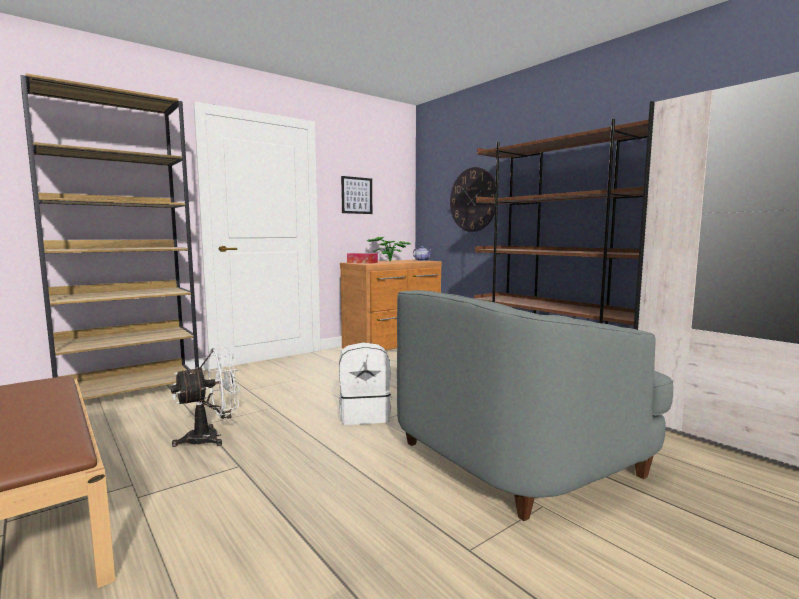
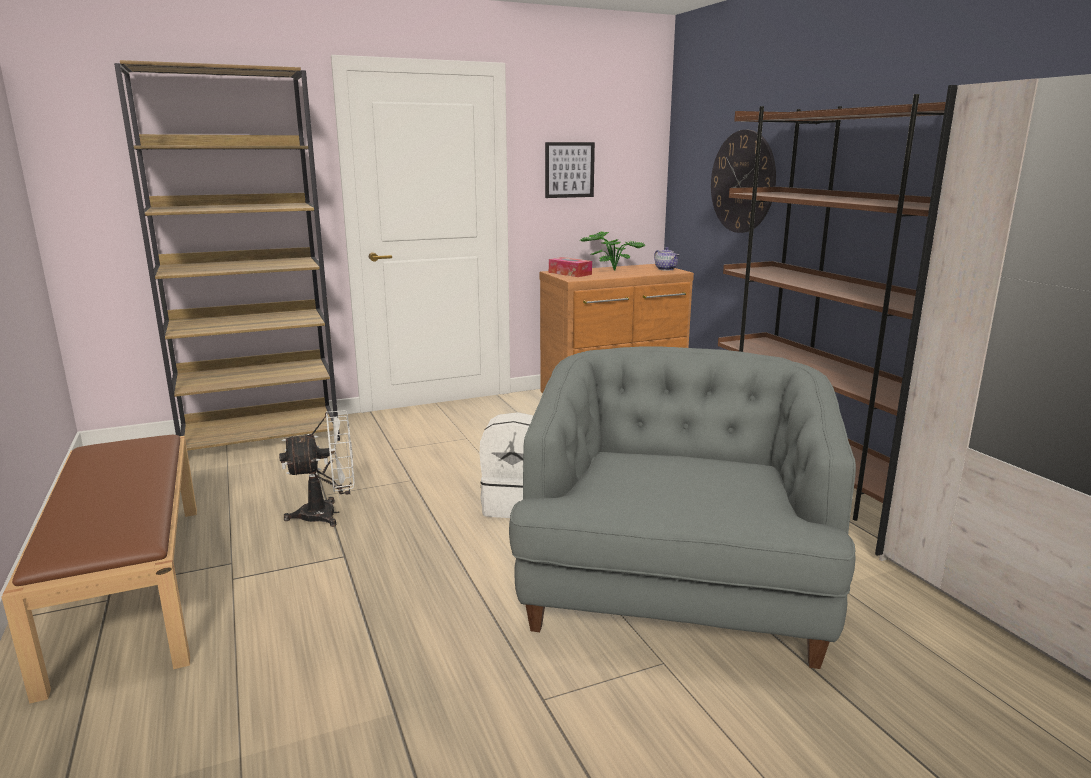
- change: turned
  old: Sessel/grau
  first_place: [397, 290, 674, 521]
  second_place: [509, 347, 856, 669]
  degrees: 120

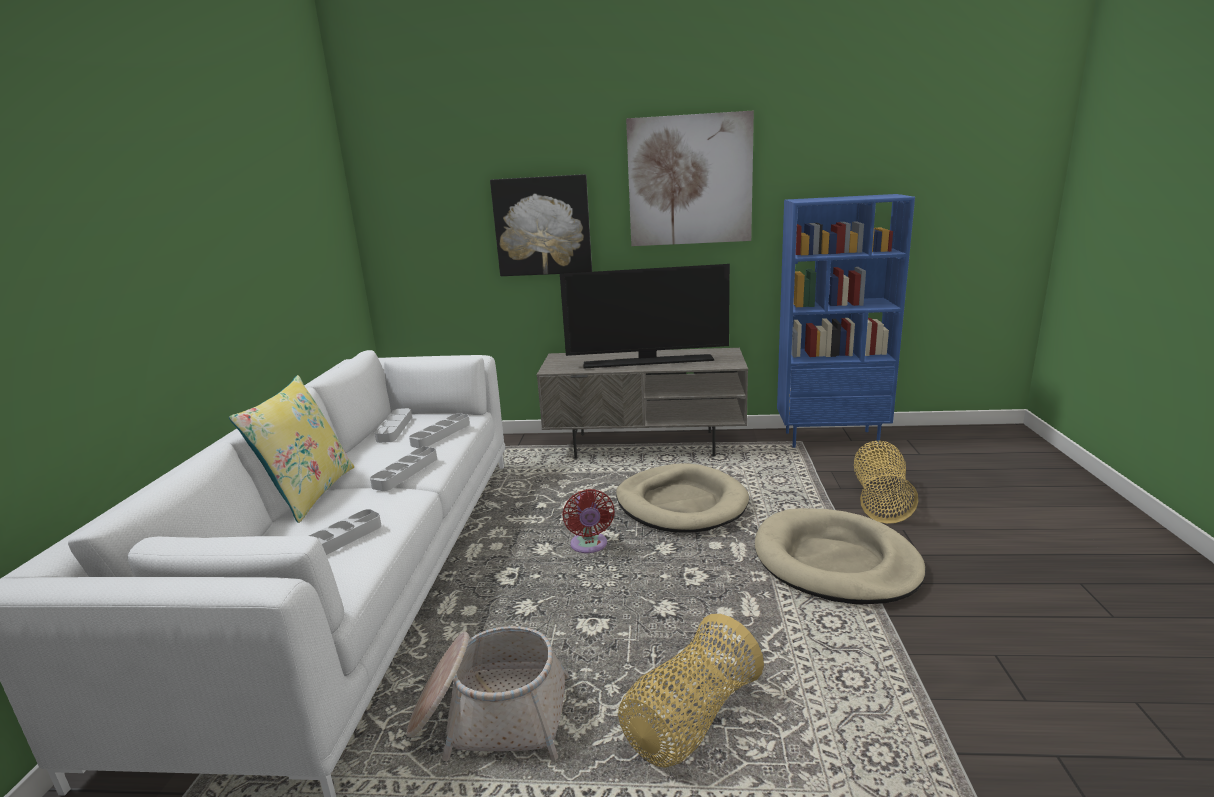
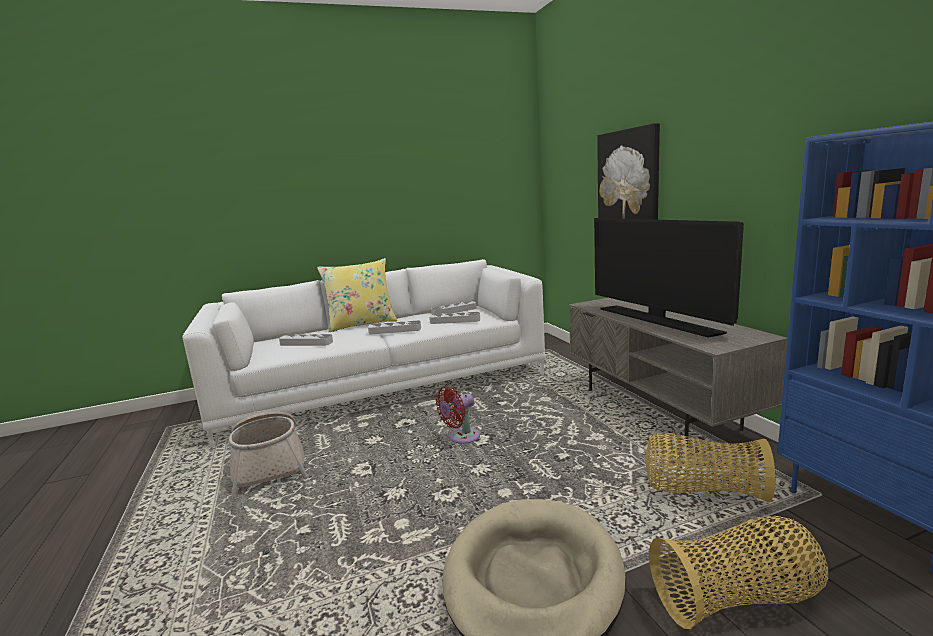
- change: removed
  old: Bild
  first_place: [626, 110, 754, 246]
- change: removed
  old: Hundebett/beige
  first_place: [616, 463, 749, 533]
- change: moved
  old: Korb
  first_place: [618, 614, 764, 768]
  second_place: [645, 433, 775, 502]

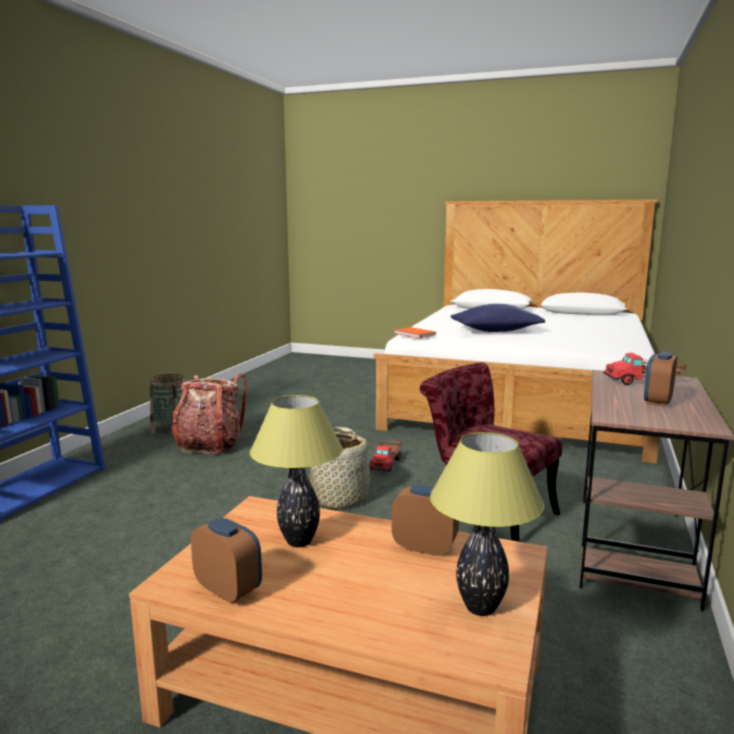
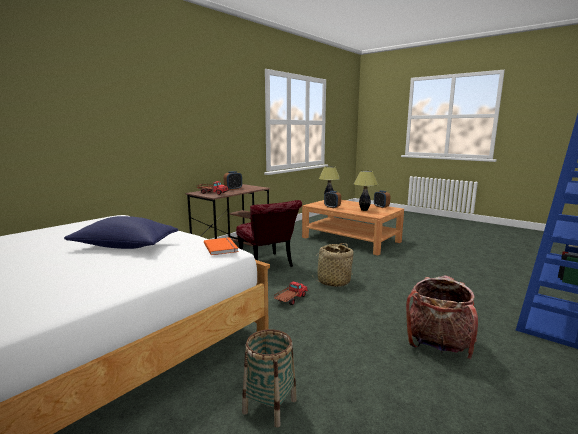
- change: moved
  old: Korb
  first_place: [150, 374, 185, 434]
  second_place: [242, 329, 297, 427]

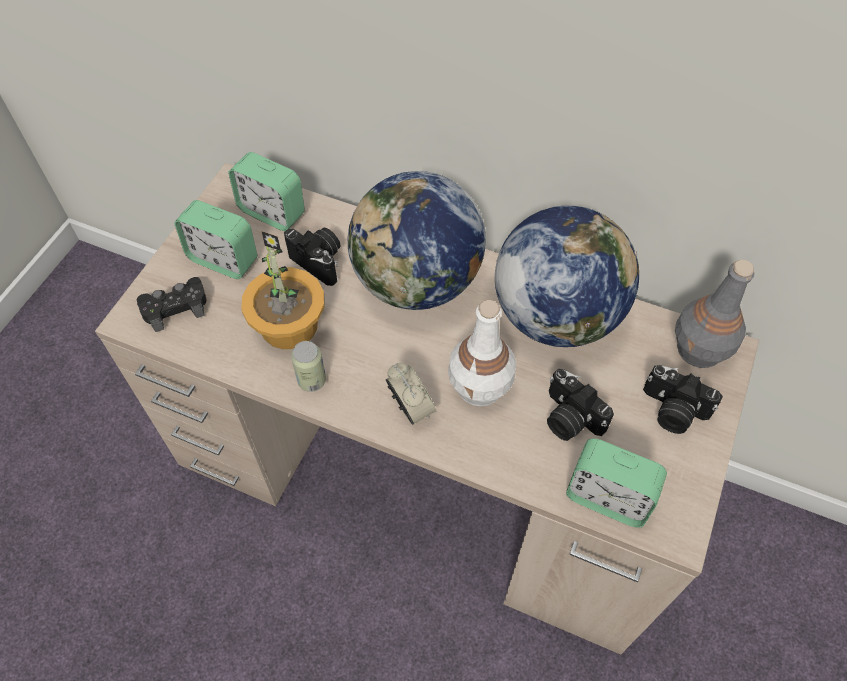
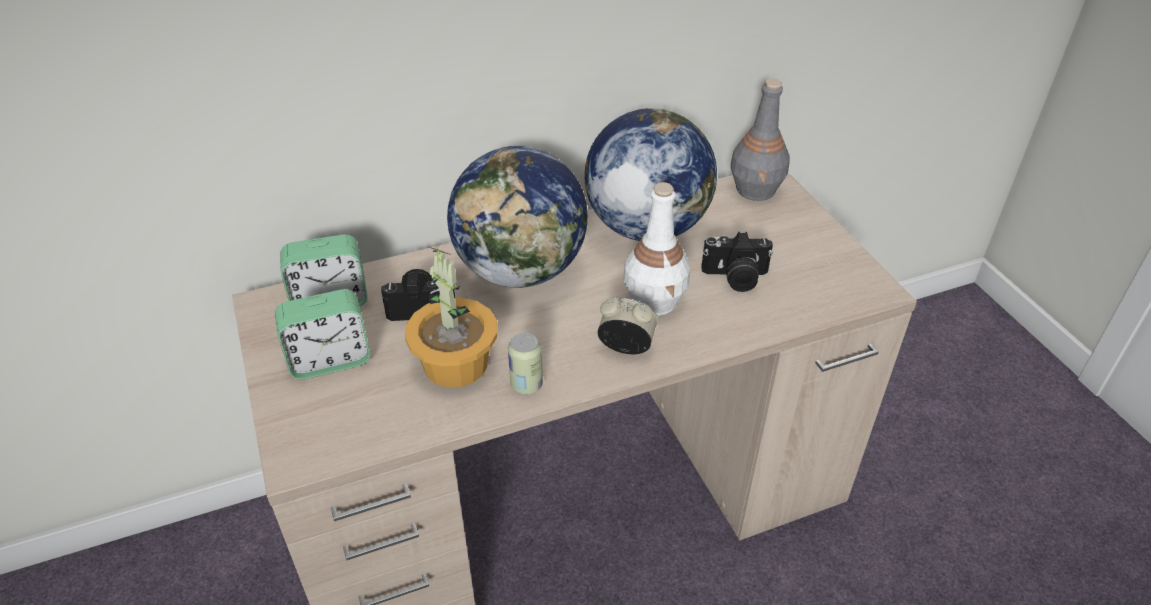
- change: removed
  old: Gamepad/schwarz
  first_place: [137, 277, 207, 332]
- change: removed
  old: Kamera
  first_place: [643, 365, 723, 434]
- change: removed
  old: Wecker
  first_place: [566, 438, 667, 528]

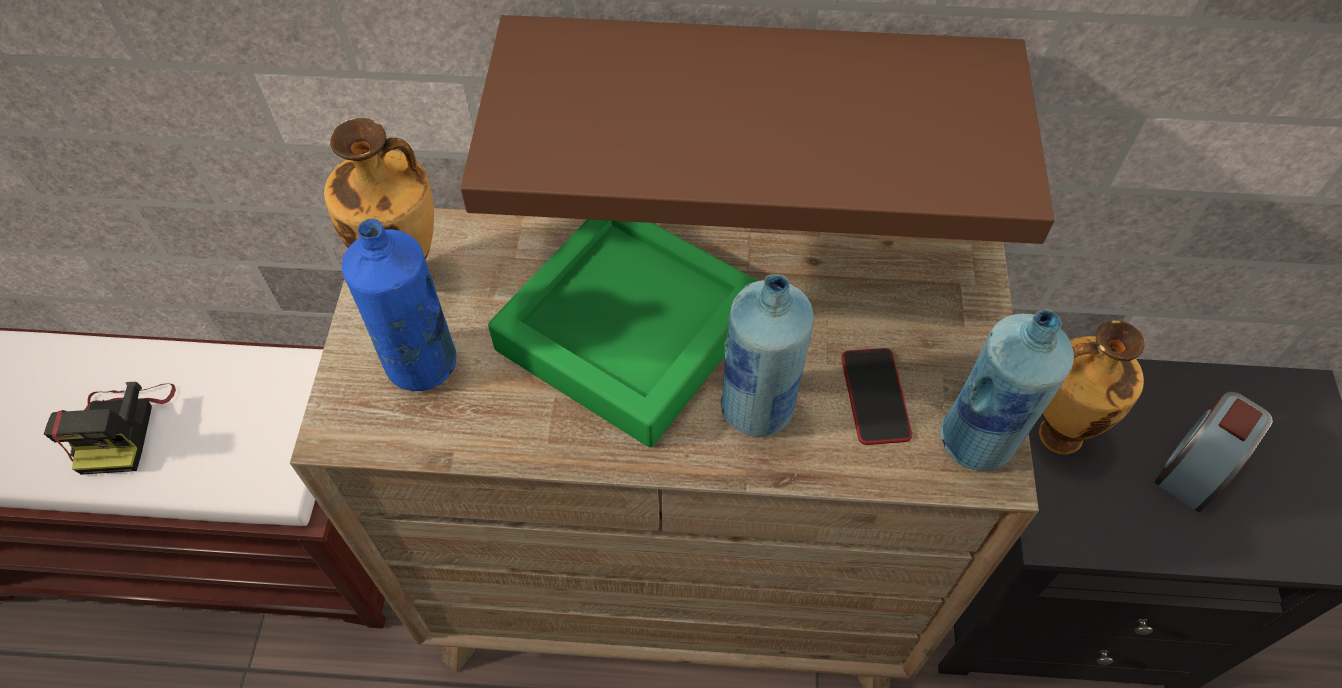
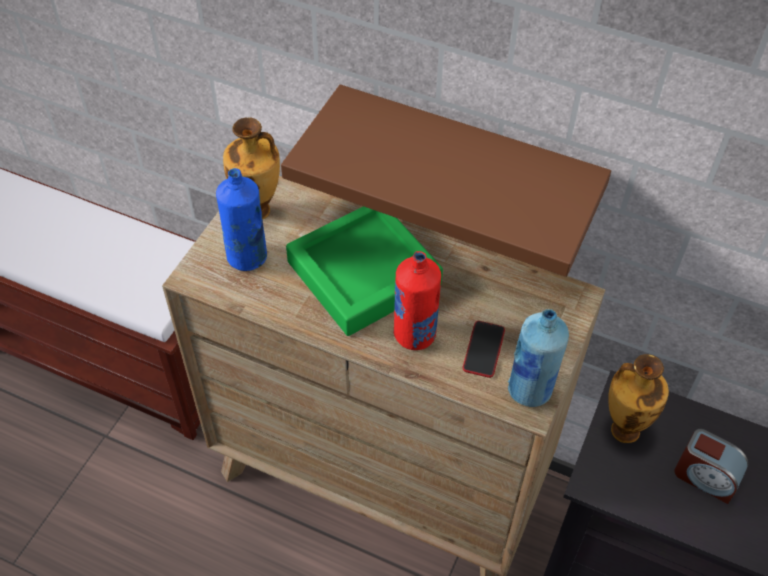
- change: recoloured
  old: Flasche/blau
  new: Flasche/rot
  first_place: [721, 274, 814, 437]
  second_place: [393, 251, 441, 350]
- change: removed
  old: Kamera
  first_place: [44, 382, 176, 475]
- change: turned
  old: Wecker
  first_place: [1155, 392, 1272, 512]
  second_place: [675, 429, 748, 504]
  degrees: -120

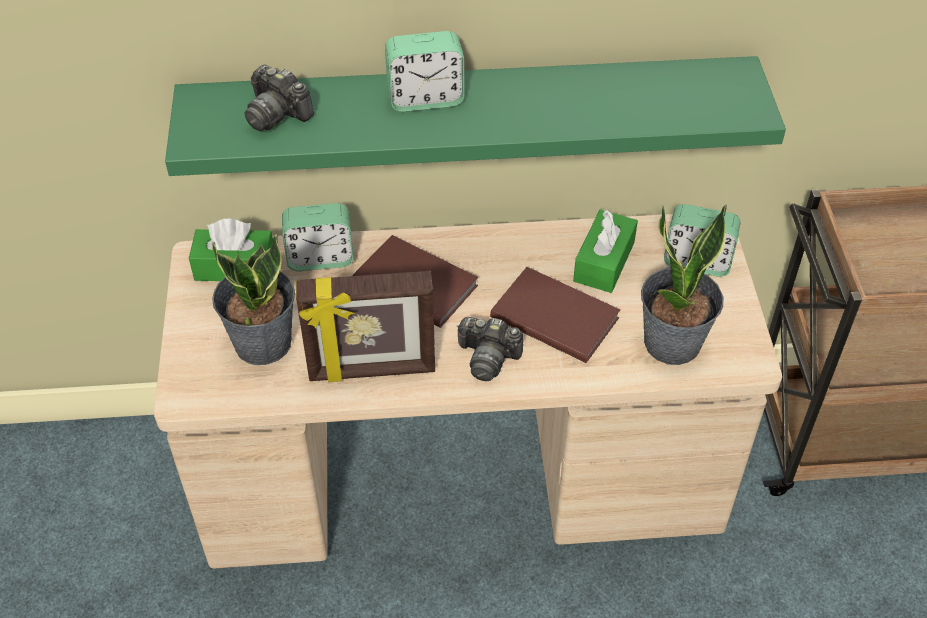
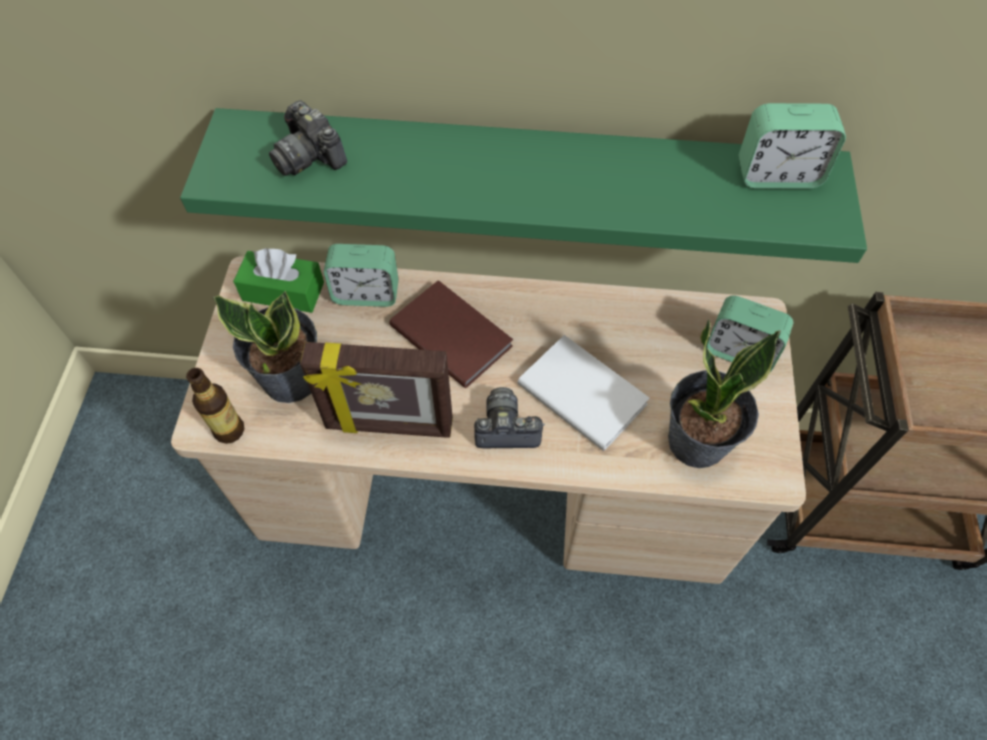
- change: moved
  old: Wecker
  first_place: [385, 31, 464, 112]
  second_place: [739, 103, 846, 189]
- change: removed
  old: Taschentuchbox/grün
  first_place: [573, 210, 638, 293]
- change: recoloured
  old: Buch/braun
  new: Buch/weiß
  first_place: [490, 267, 620, 363]
  second_place: [518, 335, 650, 451]
- change: turned
  old: Kamera
  first_place: [457, 317, 523, 381]
  second_place: [474, 387, 545, 448]
  degrees: 150
- change: added
  new: Flasche
  second_place: [186, 368, 244, 444]

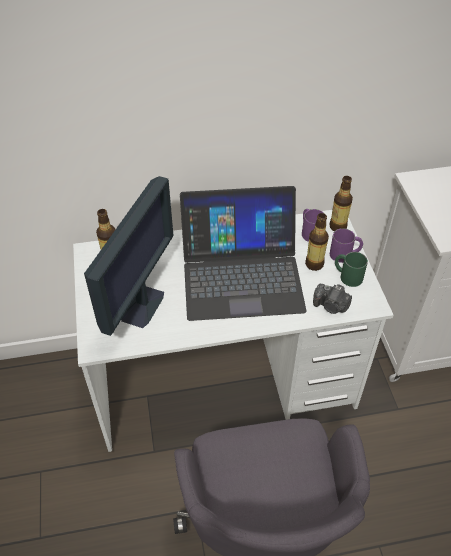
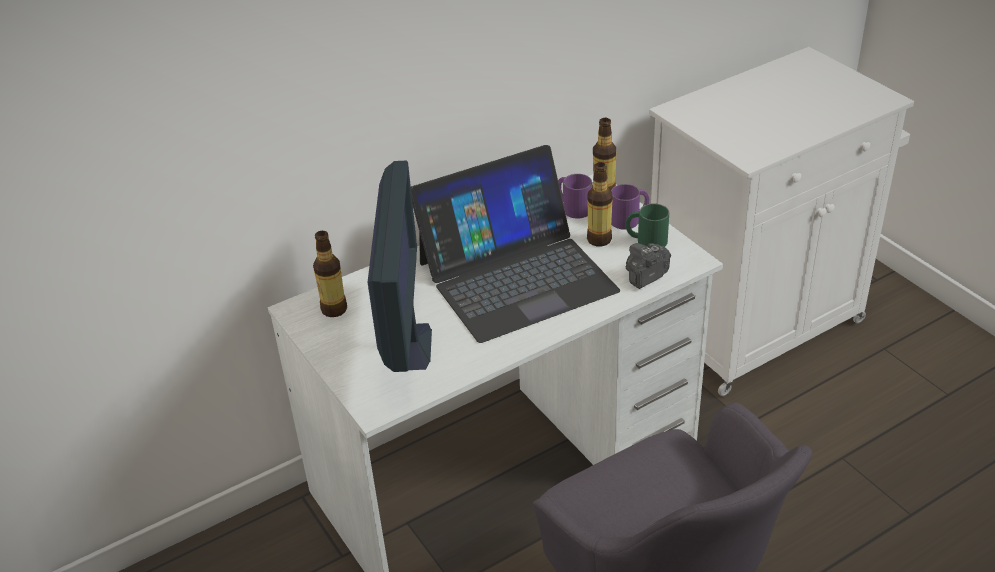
- change: turned
  old: Kamera
  first_place: [313, 284, 352, 314]
  second_place: [625, 243, 671, 289]
  degrees: 135

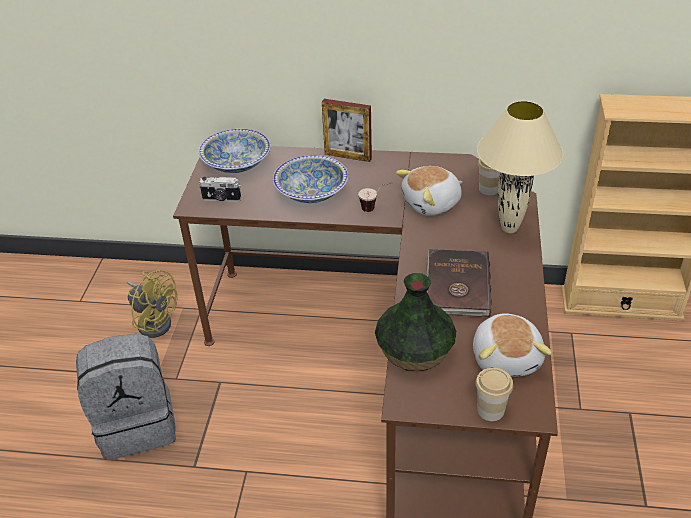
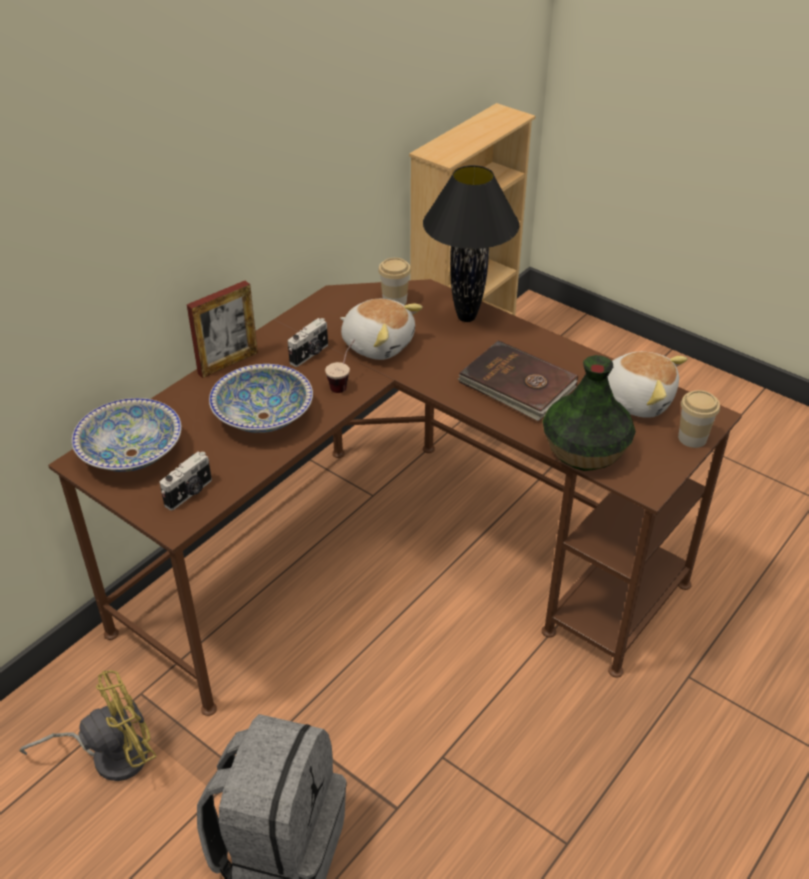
- change: recoloured
  old: Tischlampe/beige
  new: Tischlampe/schwarz
  first_place: [477, 101, 563, 233]
  second_place: [423, 165, 519, 322]
- change: turned
  old: Plüschtier
  first_place: [396, 166, 463, 216]
  second_place: [340, 299, 423, 360]
  degrees: -60
- change: added
  new: Kamera
  second_place: [288, 318, 328, 367]

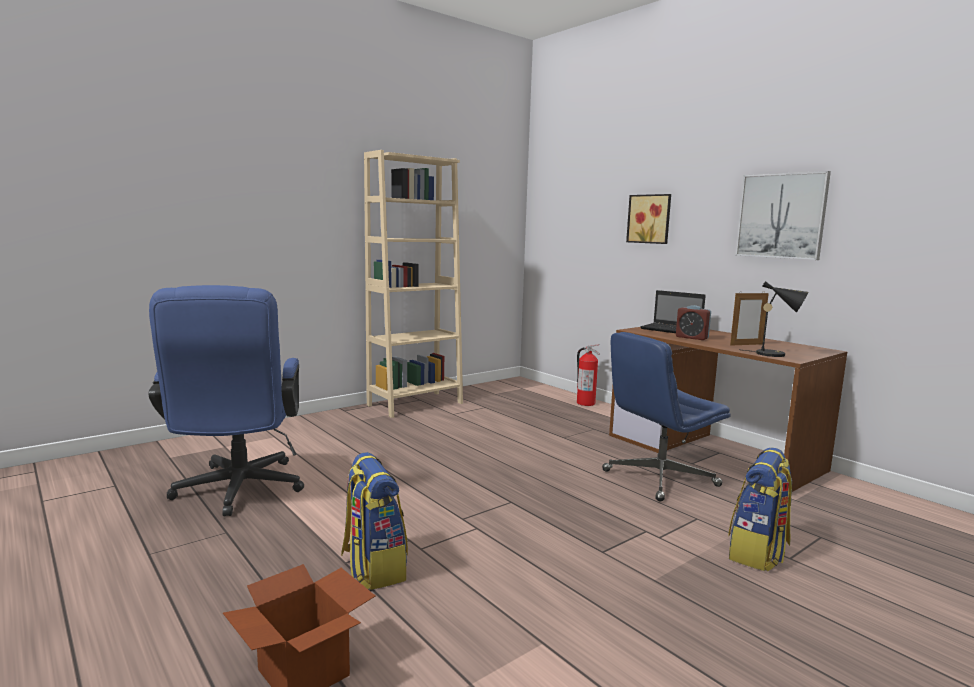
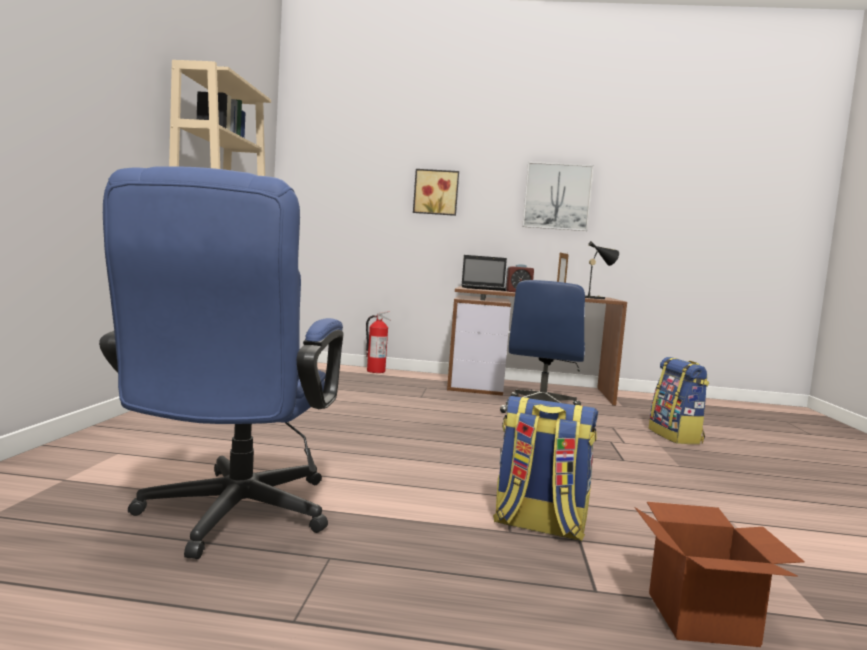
- change: turned
  old: Bürostuhl/blau
  first_place: [148, 285, 304, 516]
  second_place: [99, 167, 343, 559]
  degrees: 60

